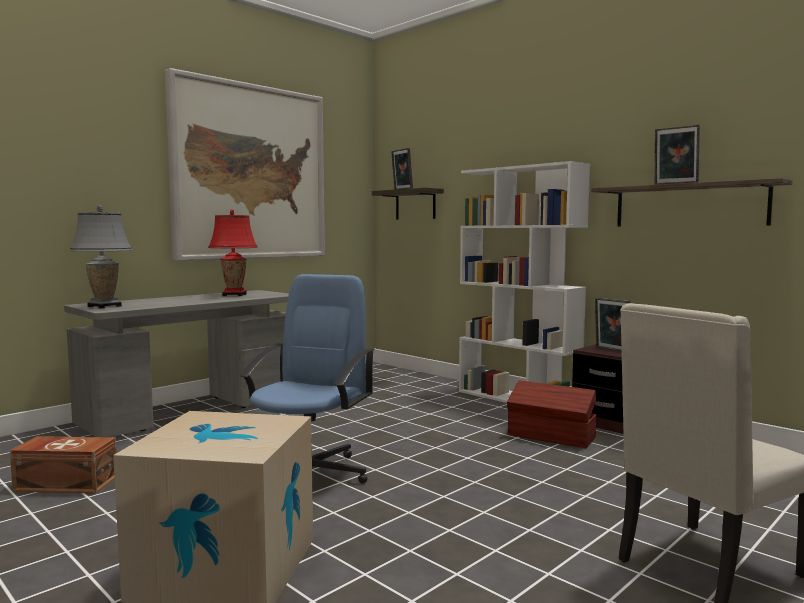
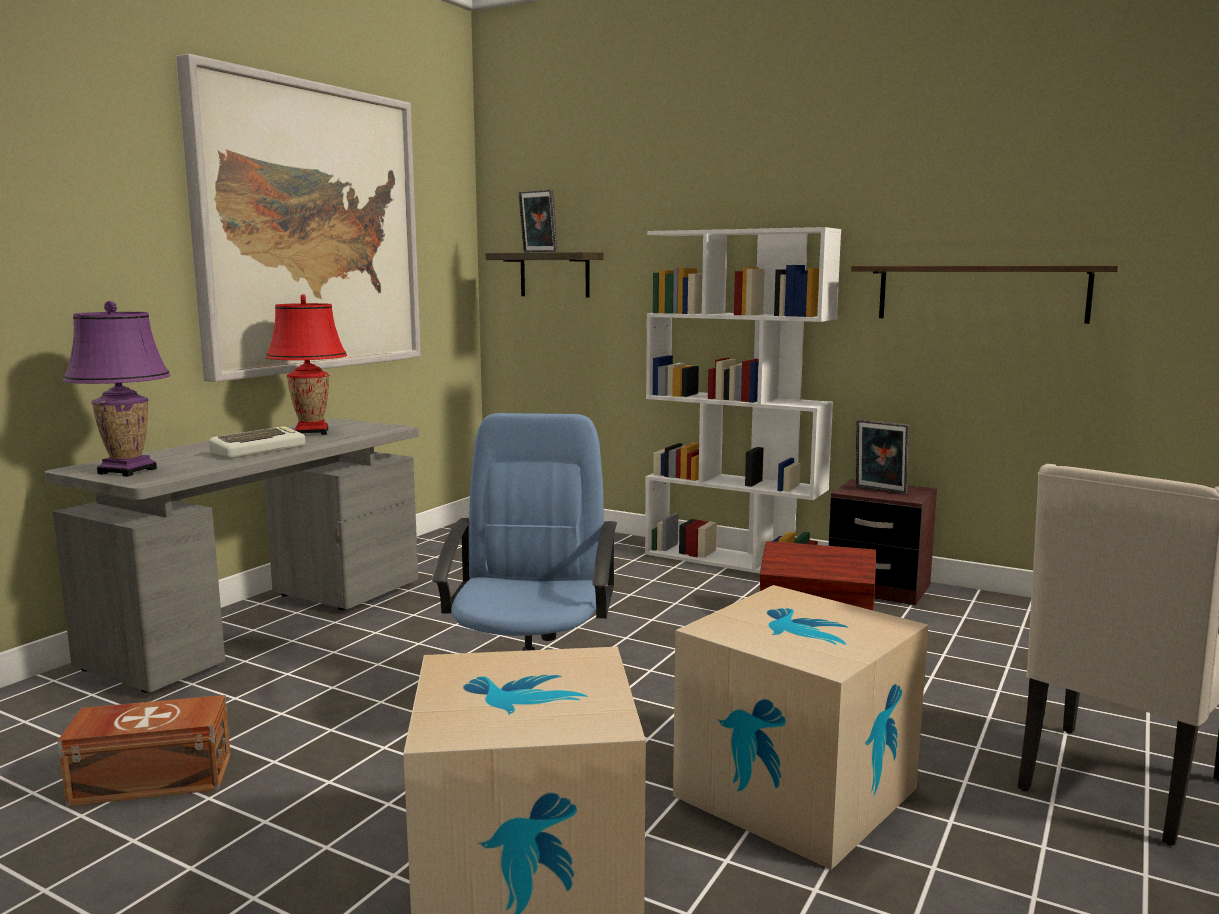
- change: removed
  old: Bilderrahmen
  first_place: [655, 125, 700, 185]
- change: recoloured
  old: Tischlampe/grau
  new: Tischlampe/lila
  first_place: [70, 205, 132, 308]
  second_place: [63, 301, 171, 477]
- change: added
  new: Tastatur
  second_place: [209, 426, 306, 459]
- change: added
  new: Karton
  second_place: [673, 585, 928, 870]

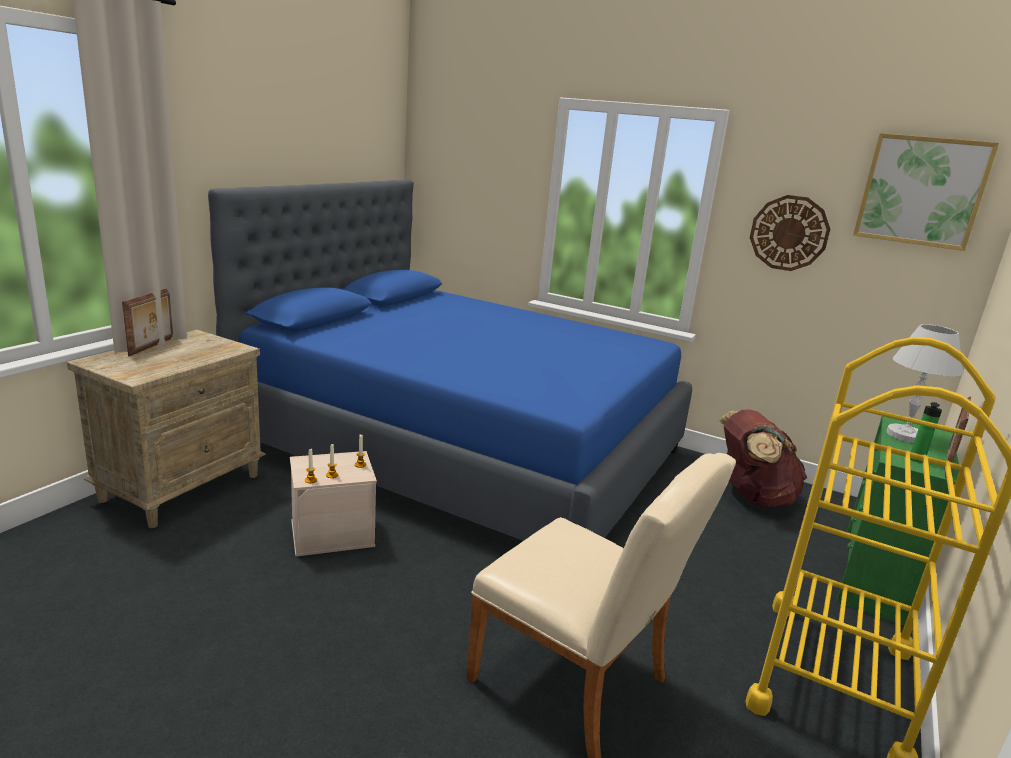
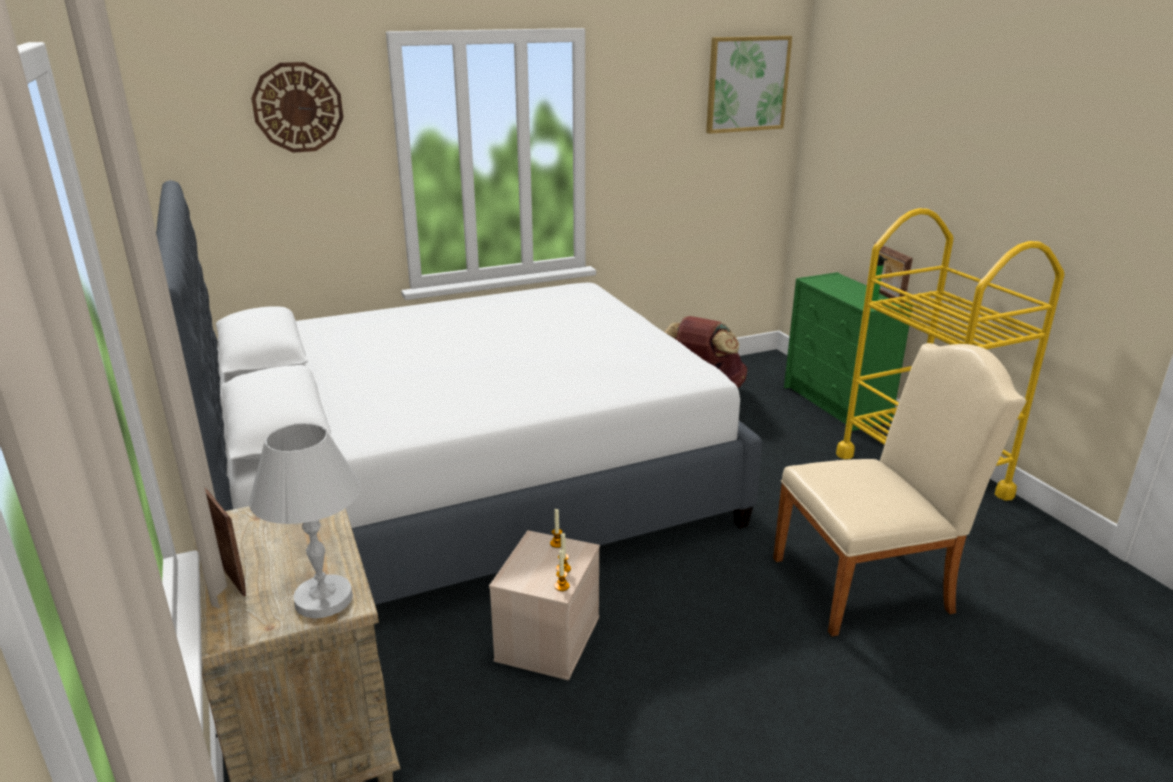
- change: recoloured
  old: Bett/blau
  new: Bett/weiß
  first_place: [208, 179, 692, 541]
  second_place: [156, 180, 762, 605]
- change: moved
  old: Wanduhr
  first_place: [750, 195, 830, 271]
  second_place: [251, 62, 344, 153]
- change: moved
  old: Tischlampe/weiß
  first_place: [886, 324, 964, 443]
  second_place: [249, 423, 361, 618]

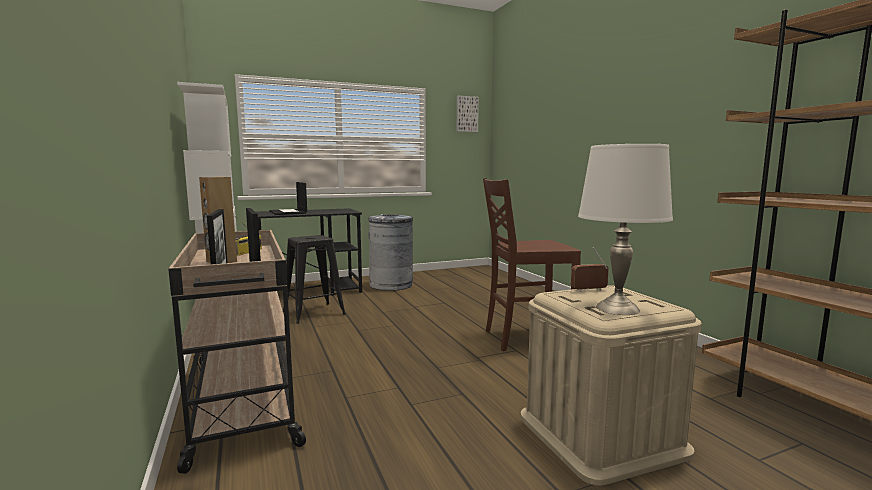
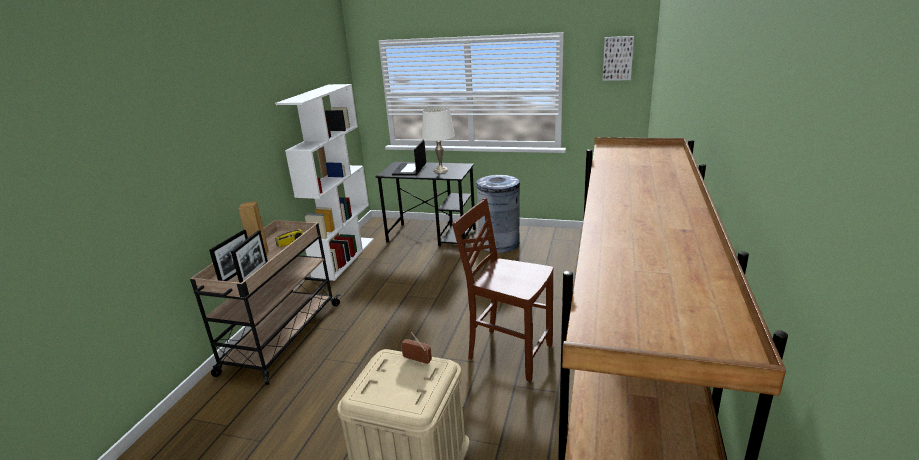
- change: moved
  old: Tischlampe/weiß
  first_place: [578, 144, 673, 315]
  second_place: [422, 107, 455, 173]
- change: removed
  old: Hocker/schwarz
  first_place: [283, 235, 346, 324]

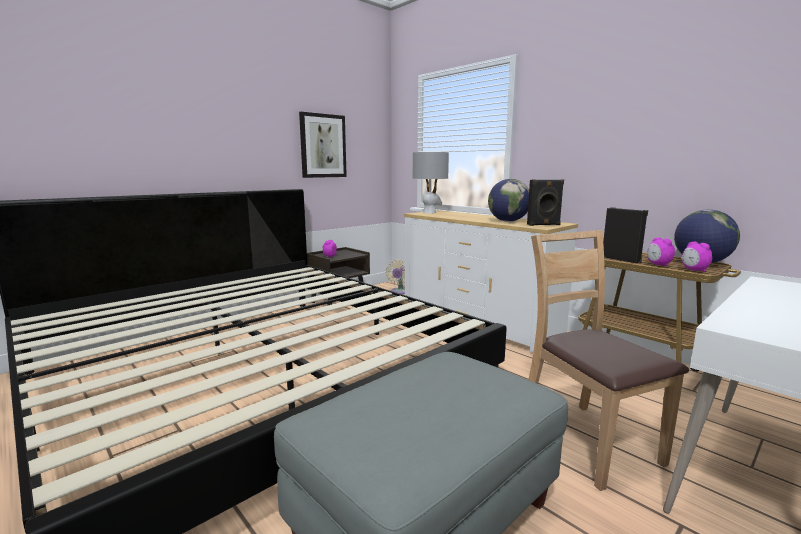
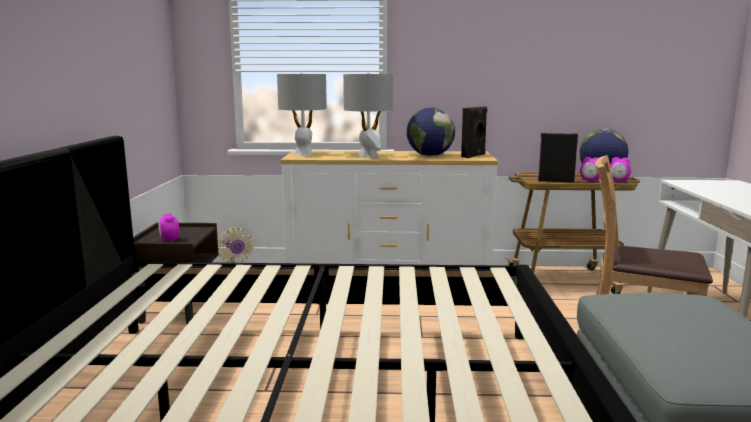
- change: removed
  old: Bild
  first_place: [299, 112, 347, 178]
- change: added
  new: Tischlampe/grau
  second_place: [343, 73, 393, 158]

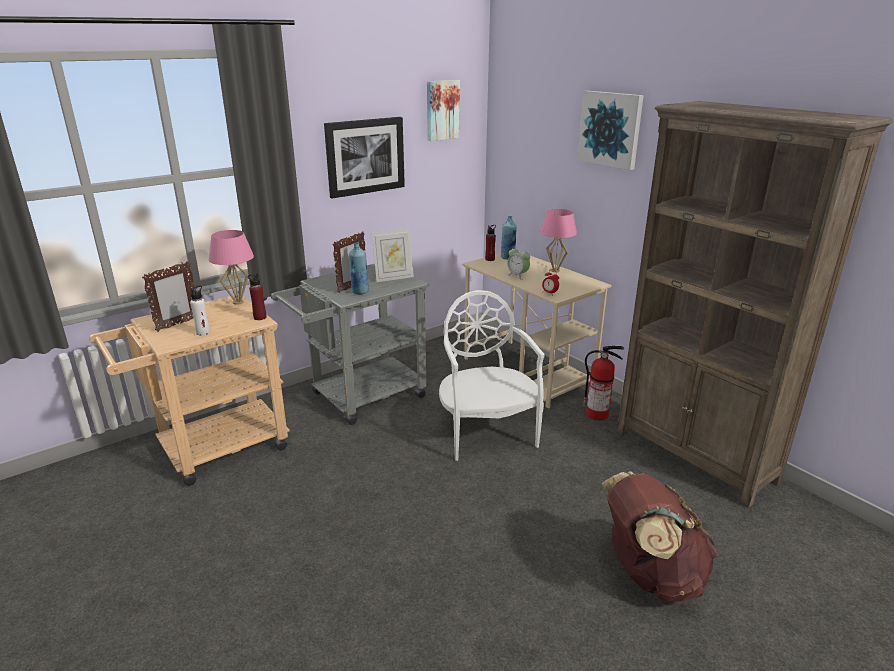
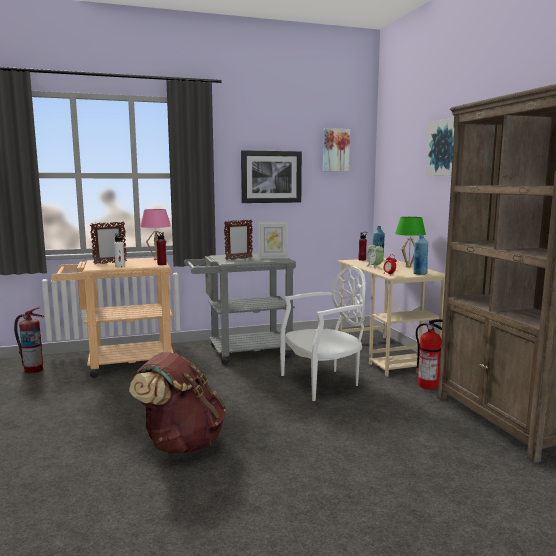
- change: recoloured
  old: Tischlampe/rosa
  new: Tischlampe/grün
  first_place: [540, 209, 577, 272]
  second_place: [395, 217, 426, 267]
- change: moved
  old: Flasche/blau
  first_place: [349, 242, 369, 294]
  second_place: [413, 234, 428, 275]
- change: turned
  old: Stuhl/weiß
  first_place: [439, 290, 544, 461]
  second_place: [280, 266, 366, 401]
  degrees: 60
- change: moved
  old: Rucksack/braun
  first_place: [602, 471, 718, 602]
  second_place: [129, 352, 226, 453]
- change: added
  new: Feuerlöscher
  second_place: [14, 307, 44, 374]

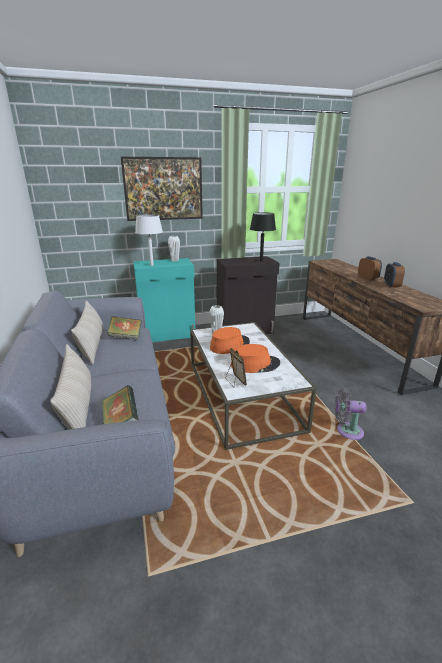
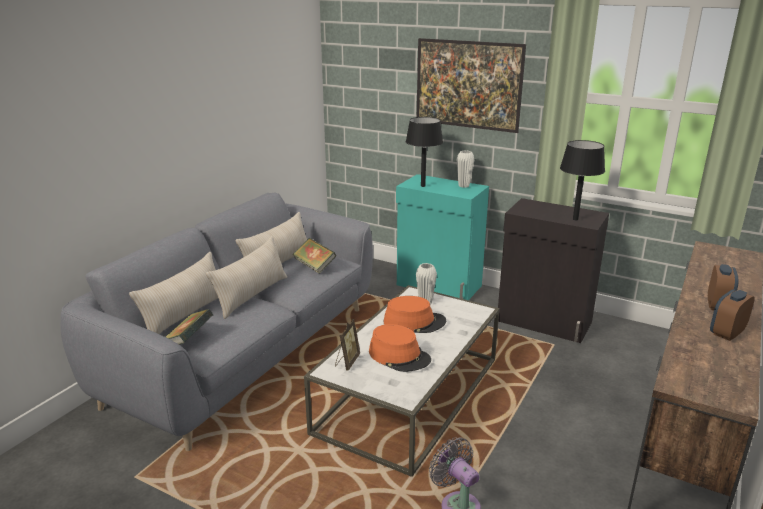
- change: recoloured
  old: Tischlampe/weiß
  new: Tischlampe/schwarz
  first_place: [135, 214, 163, 266]
  second_place: [406, 117, 443, 187]
- change: added
  new: Kissen/beige
  second_place: [206, 236, 287, 319]

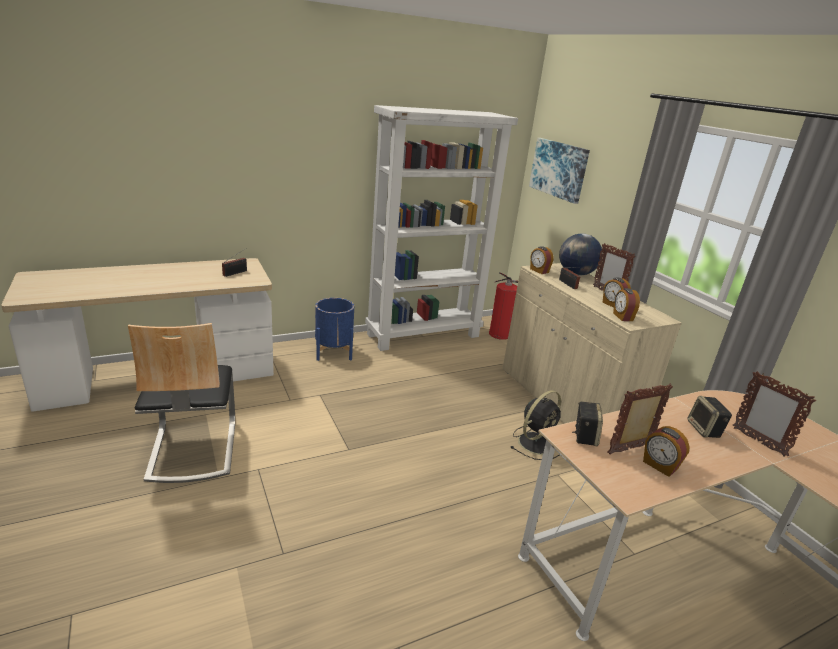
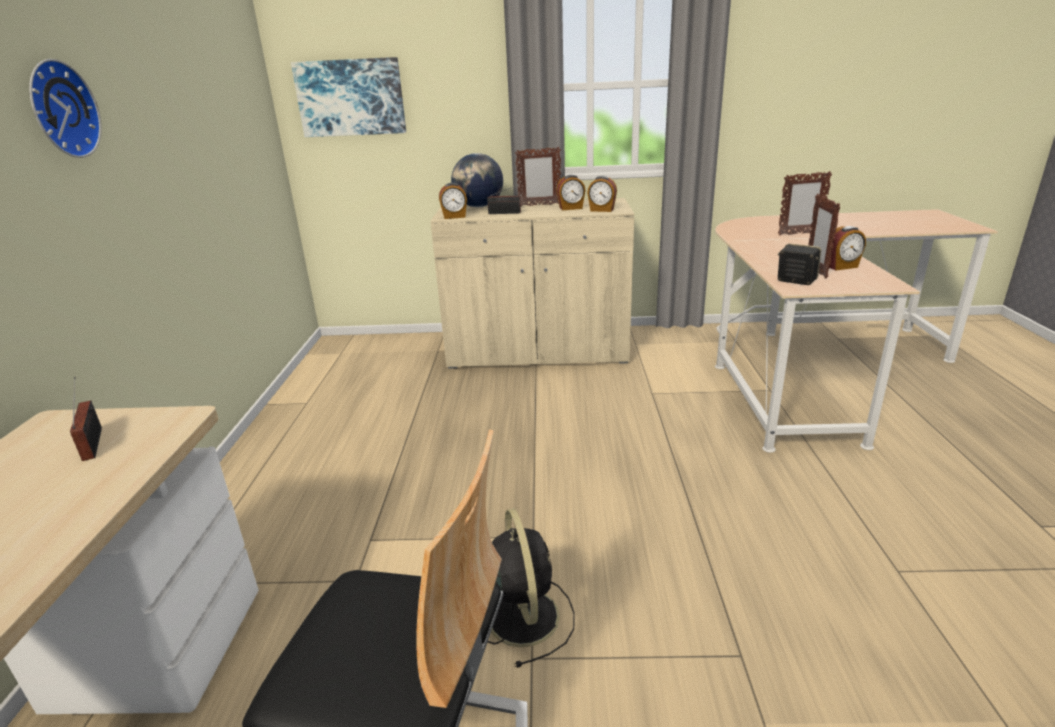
- change: removed
  old: Bücherregal/weiß
  first_place: [365, 105, 518, 351]
- change: removed
  old: Feuerlöscher
  first_place: [489, 272, 518, 340]
- change: removed
  old: Pflanzkübel/blau
  first_place: [315, 298, 354, 361]
- change: moved
  old: Ventilator/schwarz
  first_place: [511, 390, 561, 460]
  second_place: [488, 508, 575, 668]
- change: removed
  old: Lautsprecher
  first_place: [688, 396, 732, 438]
- change: added
  new: Wanduhr
  second_place: [29, 59, 102, 158]

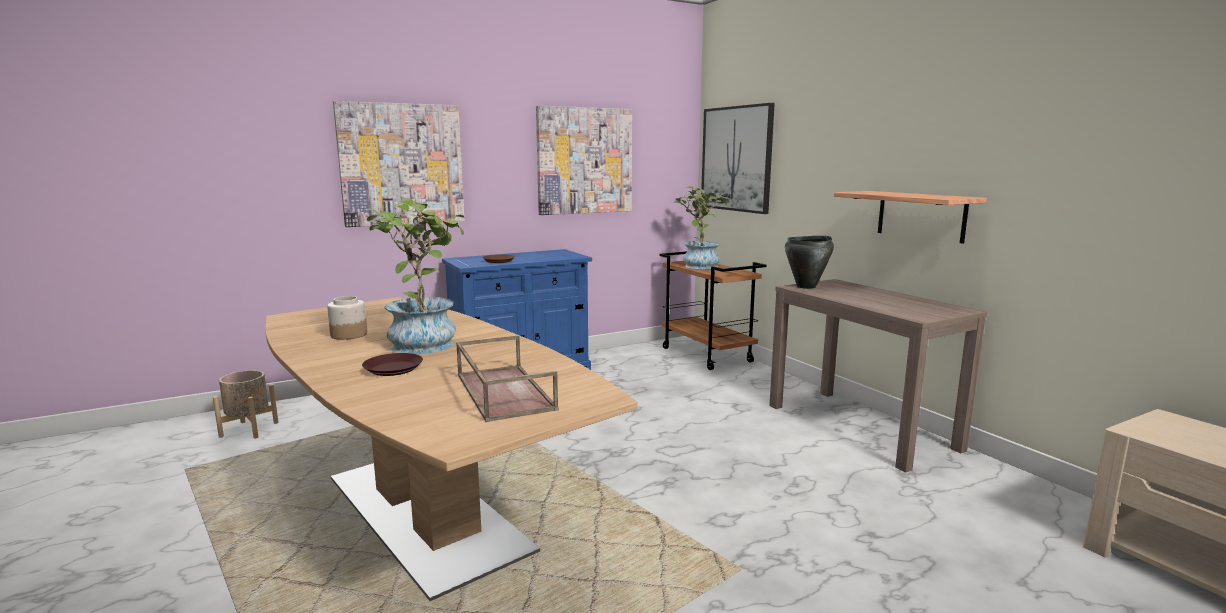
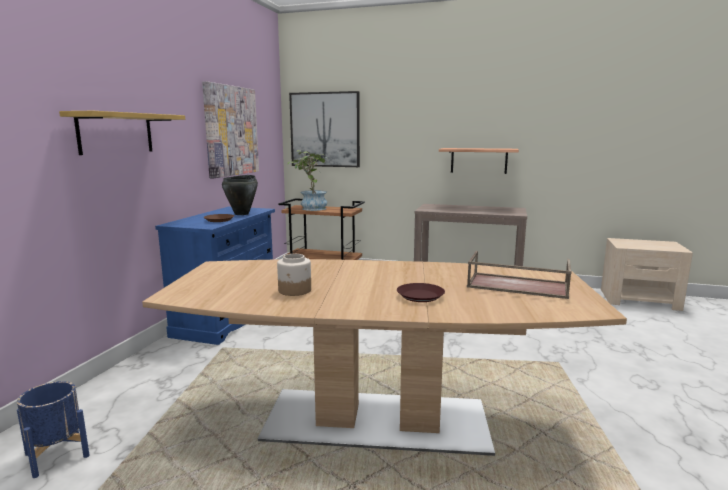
- change: replaced
  old: Bild
  new: Wandregal
  first_place: [333, 101, 465, 227]
  second_place: [59, 111, 185, 155]
- change: removed
  old: Topfpflanze
  first_place: [367, 198, 464, 354]
- change: moved
  old: Kochtopf/schwarz
  first_place: [785, 236, 834, 289]
  second_place: [222, 175, 258, 215]
- change: recoloured
  old: Pflanzkübel/beige
  new: Pflanzkübel/blau
  first_place: [213, 370, 278, 439]
  second_place: [17, 381, 90, 478]

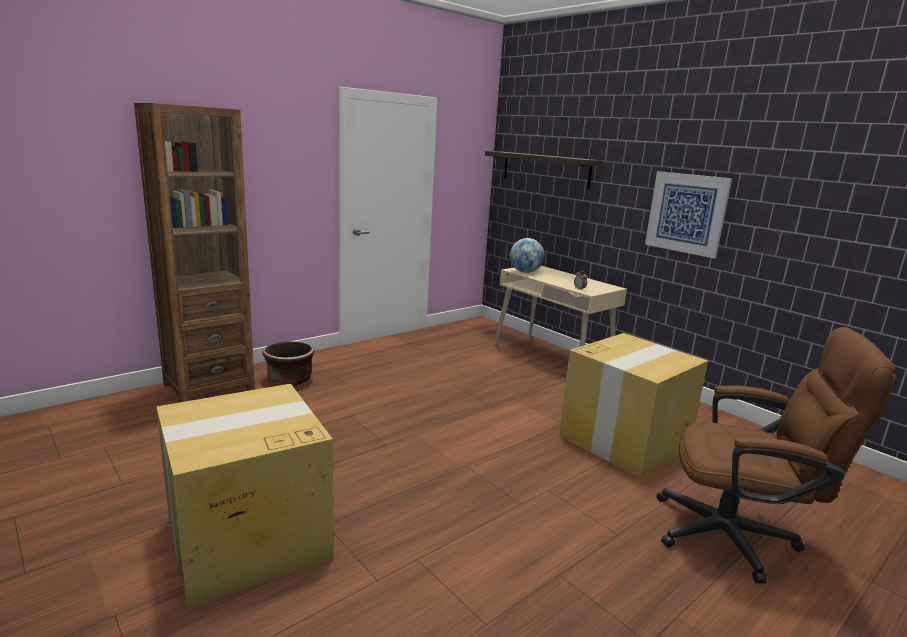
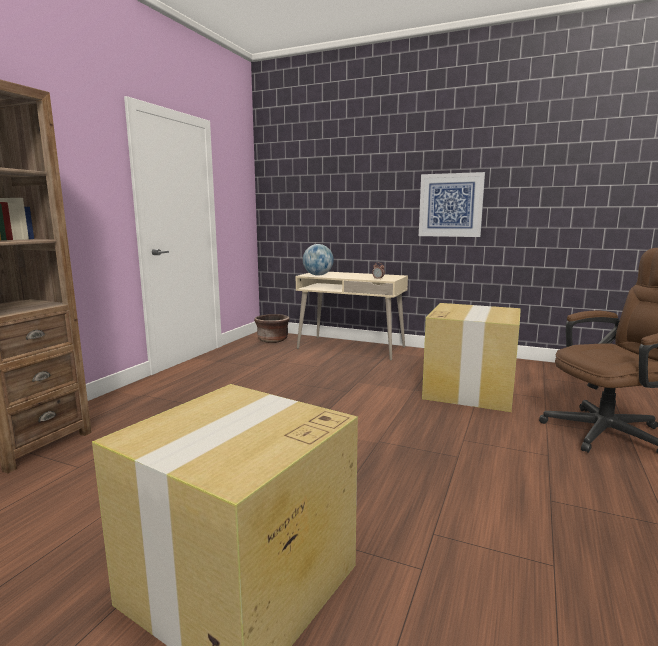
- change: removed
  old: Wandregal
  first_place: [485, 151, 602, 189]
- change: moved
  old: Pflanzkübel/braun
  first_place: [262, 341, 315, 386]
  second_place: [254, 314, 290, 343]

